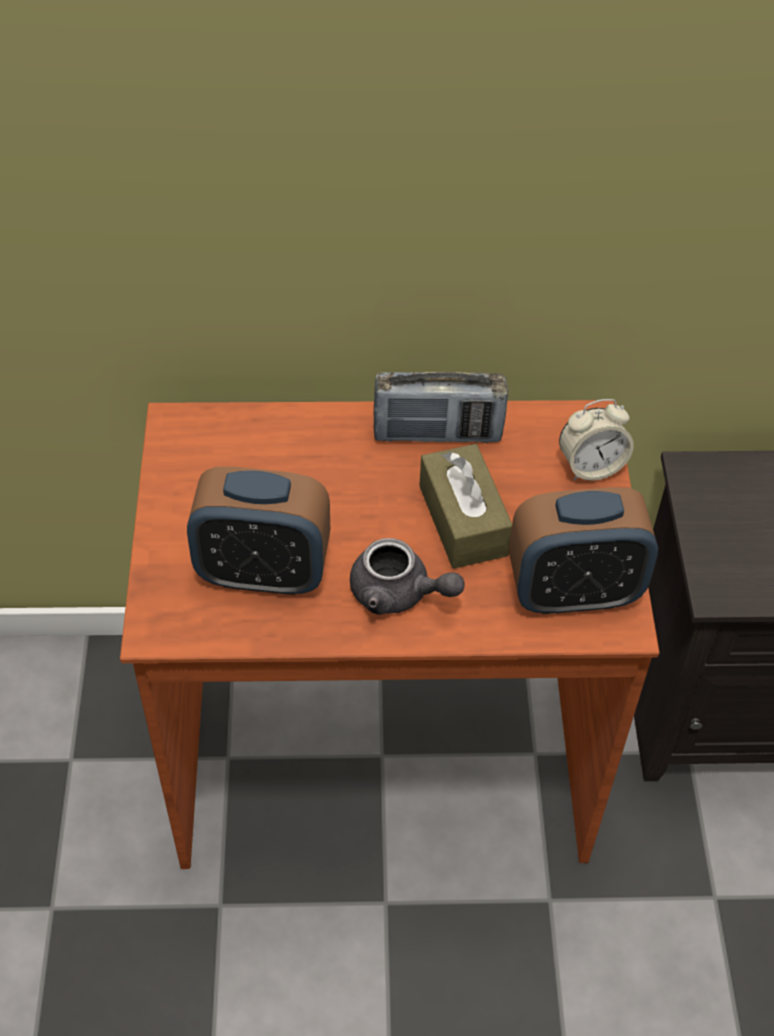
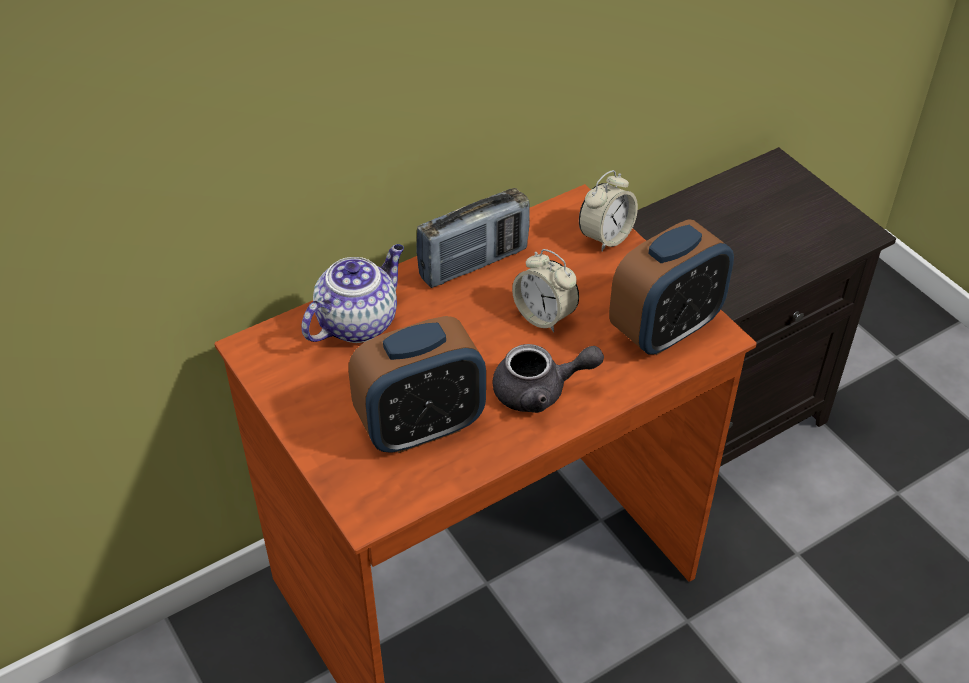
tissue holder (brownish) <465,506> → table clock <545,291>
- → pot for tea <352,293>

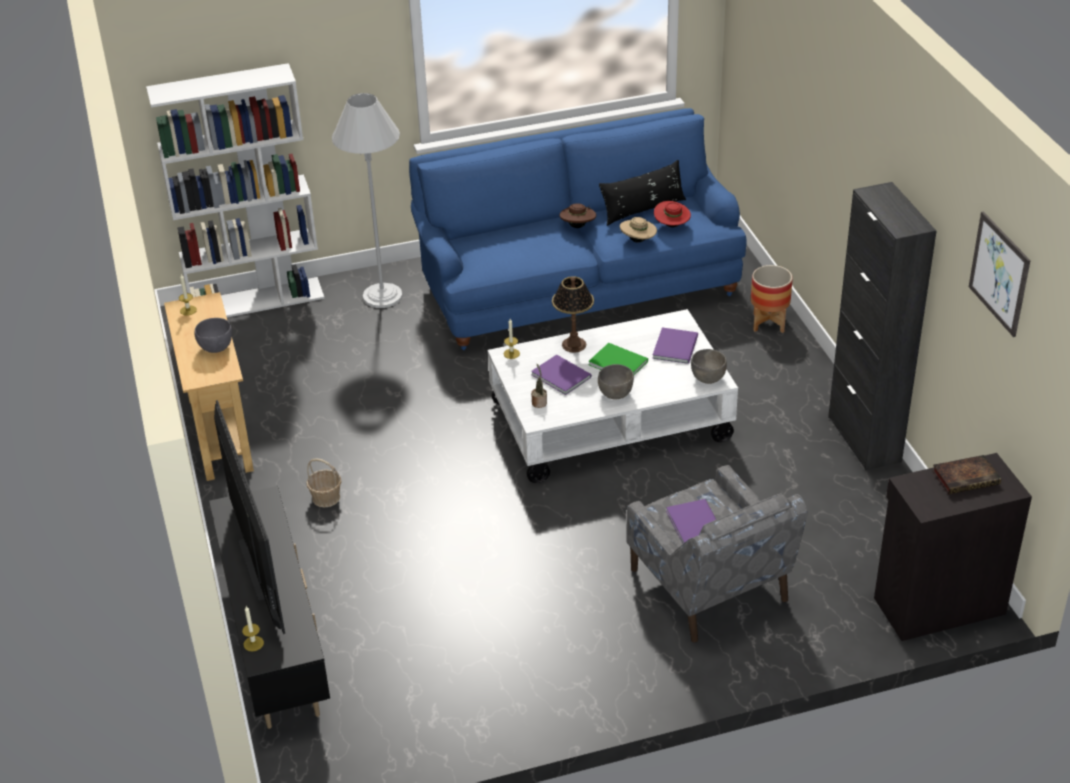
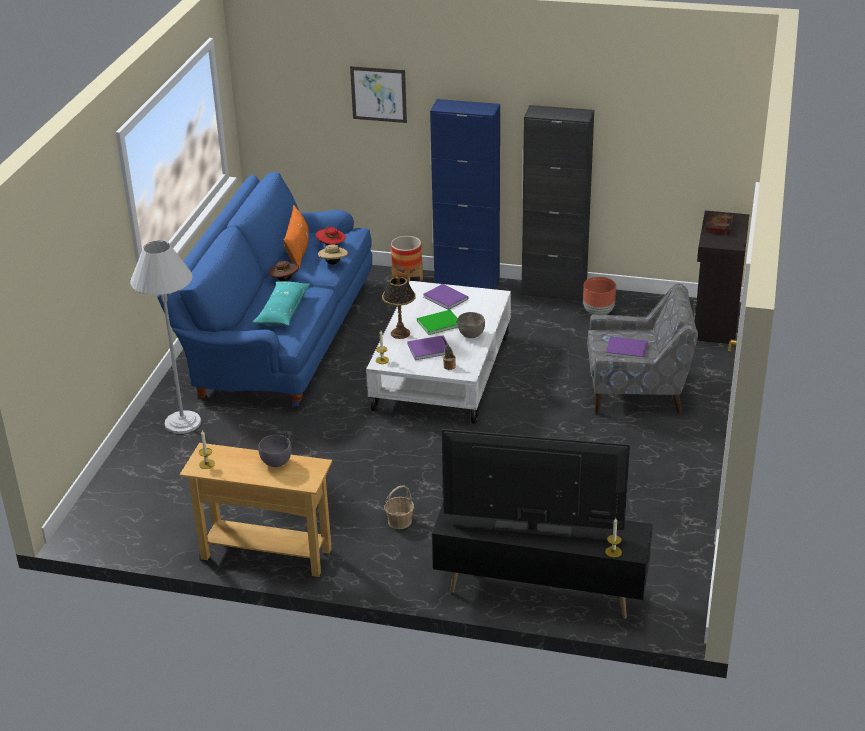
bookshelf (white) <235,190> → -
pillow (blackish) <642,193> → pillow (orange) <296,237>
deep dish (greyish) <709,366> → -
picture <1000,274> → picture <378,94>, relocated
- → pillow (turquoise) <281,303>
- → cabinet (blue-coloured) <465,194>
- → flower pot (brownish) <599,296>

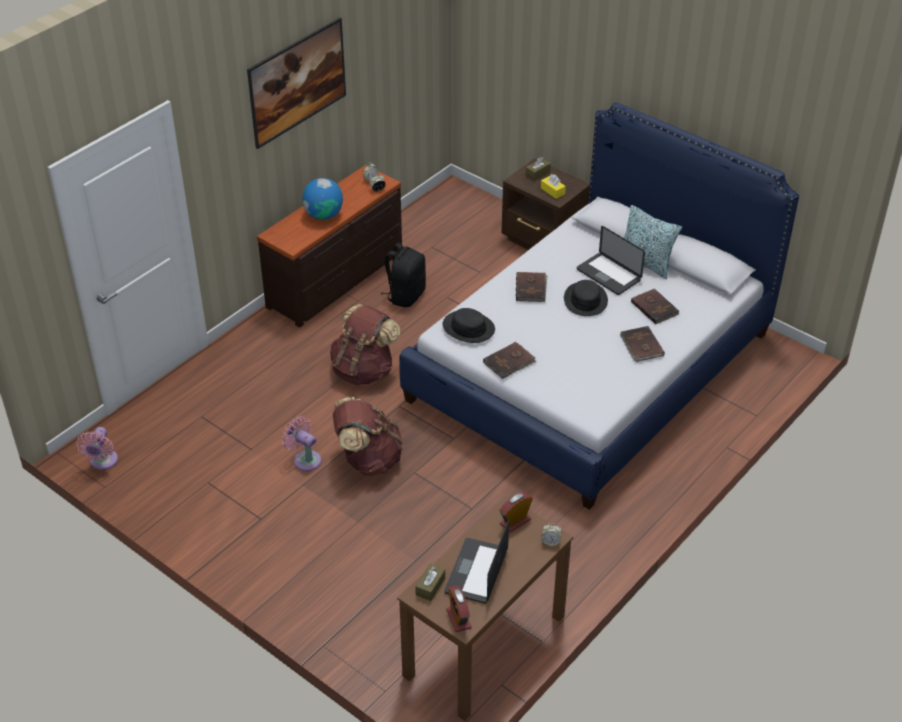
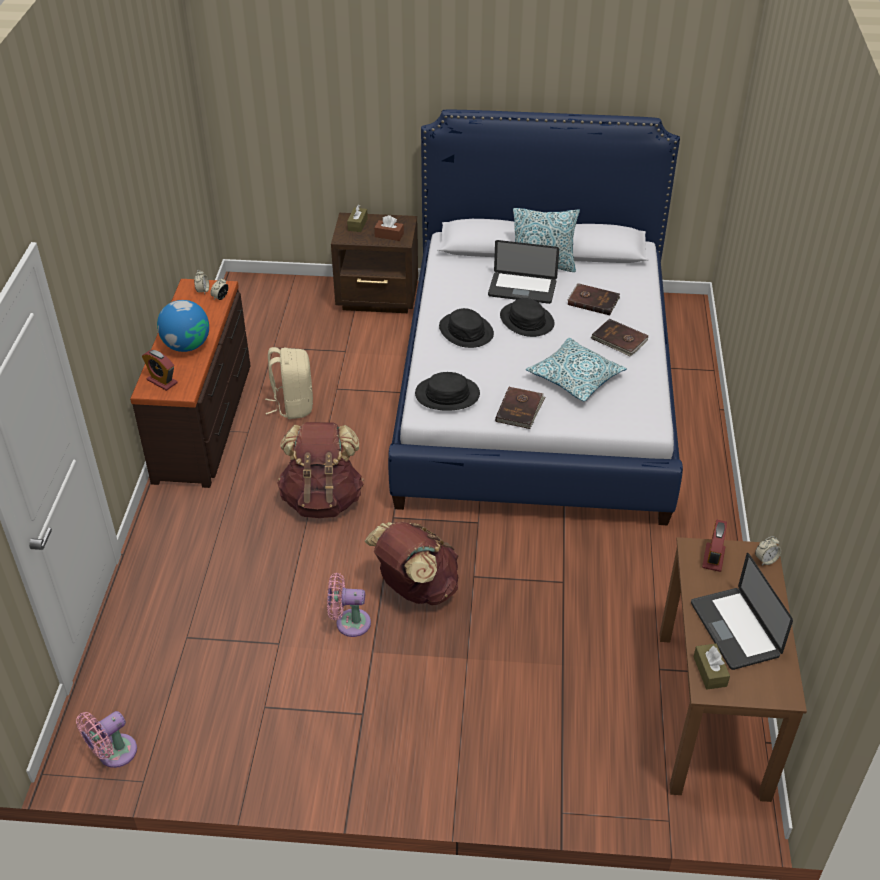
fan (pink) <97,448> → fan (pink) <106,739>, 75 degrees clockwise
picture <296,83> → -
backpack (blackish) <403,275> → backpack (beige-coloured) <289,383>
table clock <459,608> → table clock <160,370>, relocated
volume (brownish) <531,287> → clothing hat (blackish) <466,328>
tissue holder (yellow) <553,186> → tissue holder (brownish) <389,228>
- → pillow <576,369>

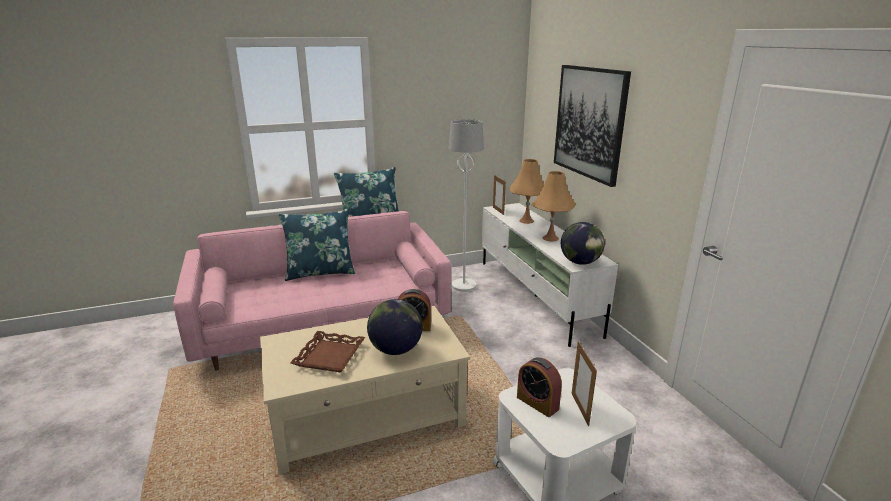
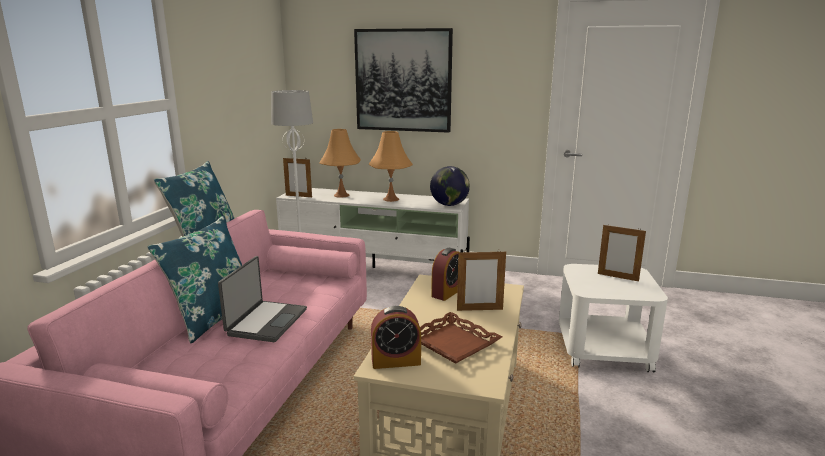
globe <395,327> → photo frame <481,280>
table clock <539,387> → table clock <396,337>, relocated
- → notebook computer <262,299>

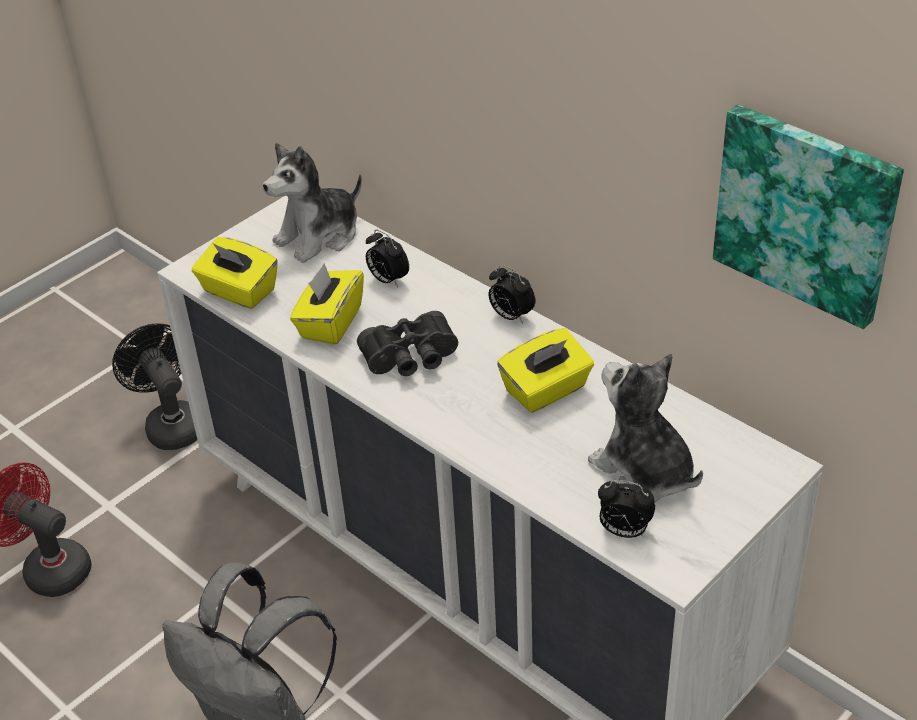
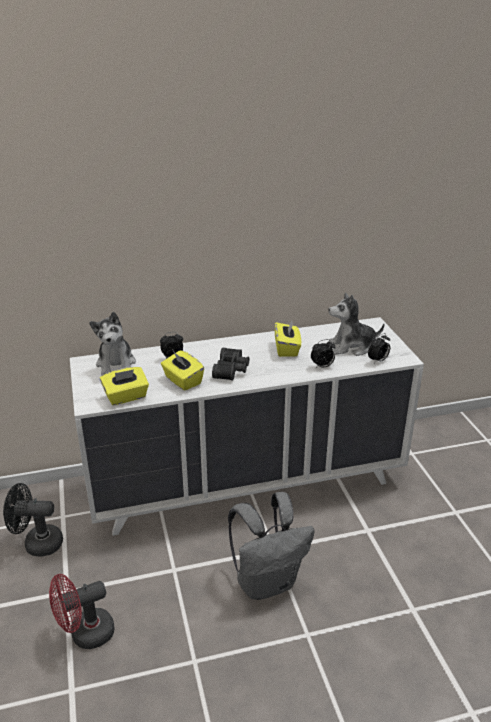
table clock <512,294> → table clock <323,353>, relocated
picture <808,216> → -

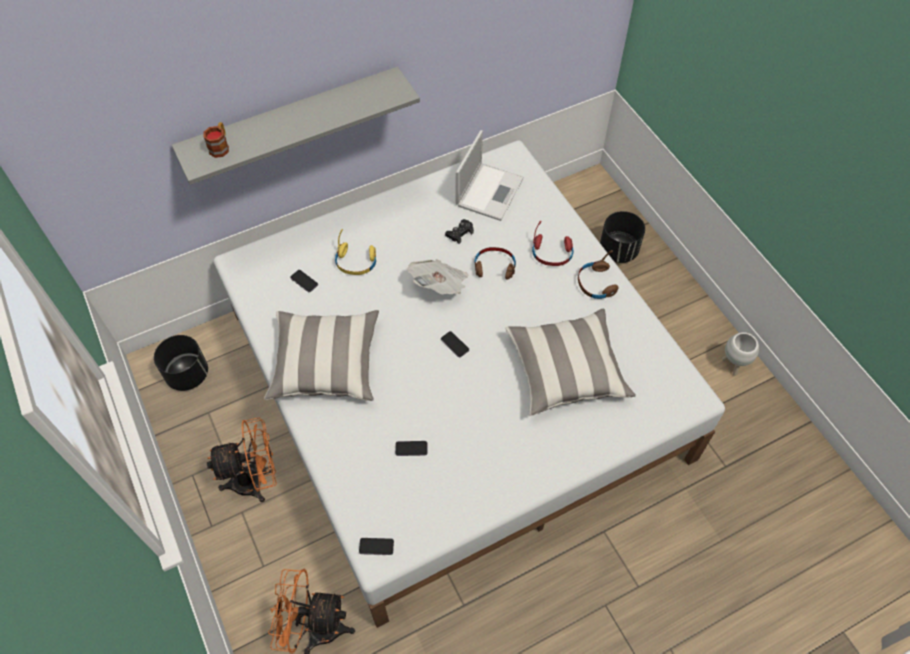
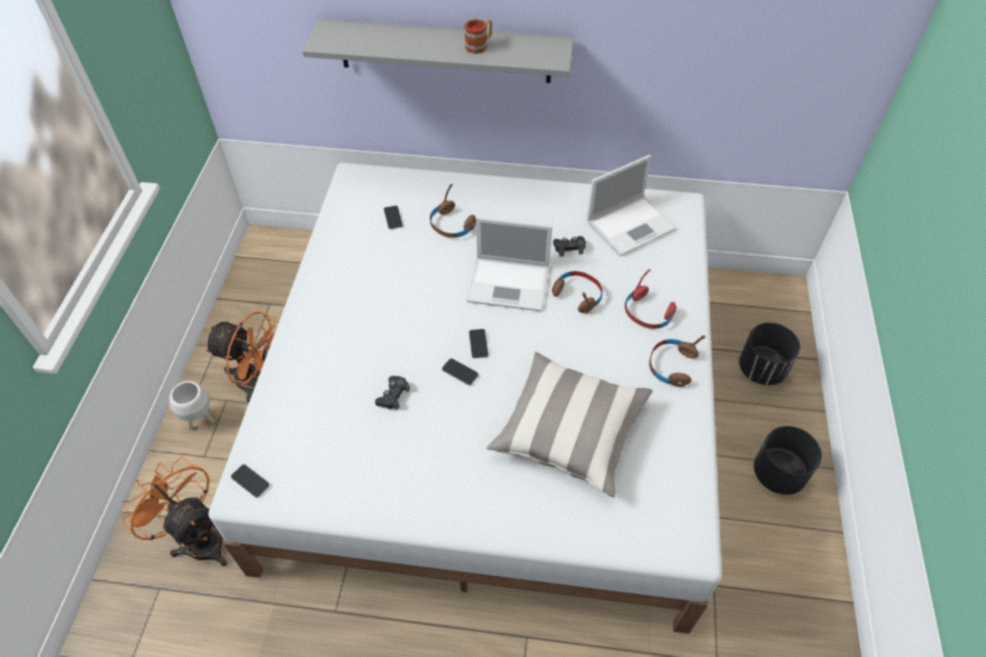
flower pot (blackish) <181,363> → flower pot (blackish) <788,460>, relocated
tea mug <216,140> → tea mug <478,36>, relocated
pillow <321,355> → -
headphones (yellow) <355,252> → headphones (brownish) <453,211>
phone <411,448> → phone <460,371>, relocated
newspaper <438,276> → notebook computer <509,264>
flower pot (white) <740,353> → flower pot (white) <192,405>, relocated
- → joypad (blackish) <392,393>

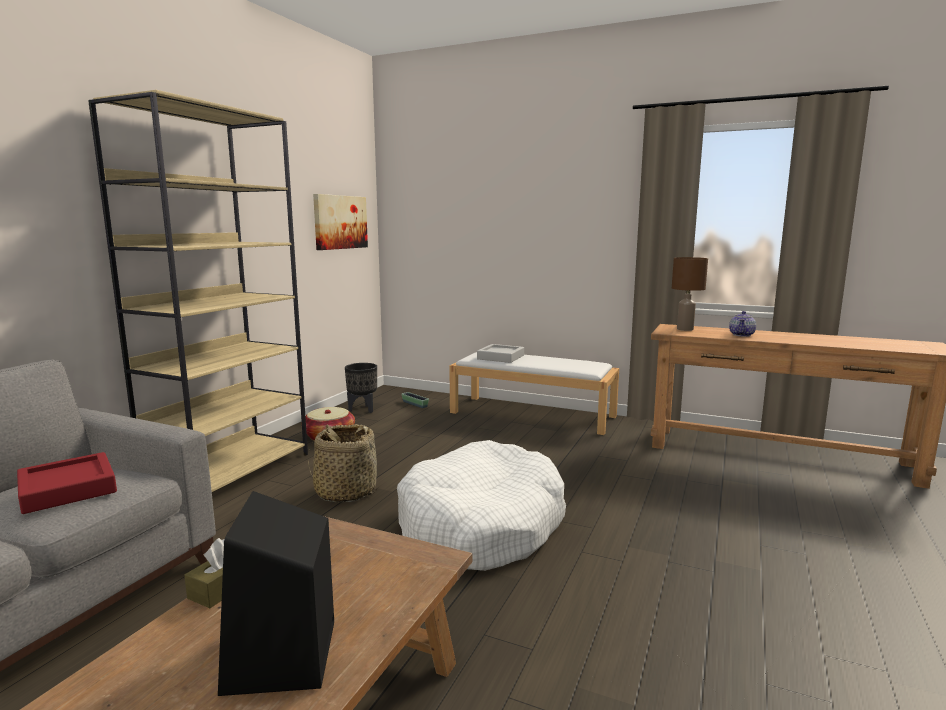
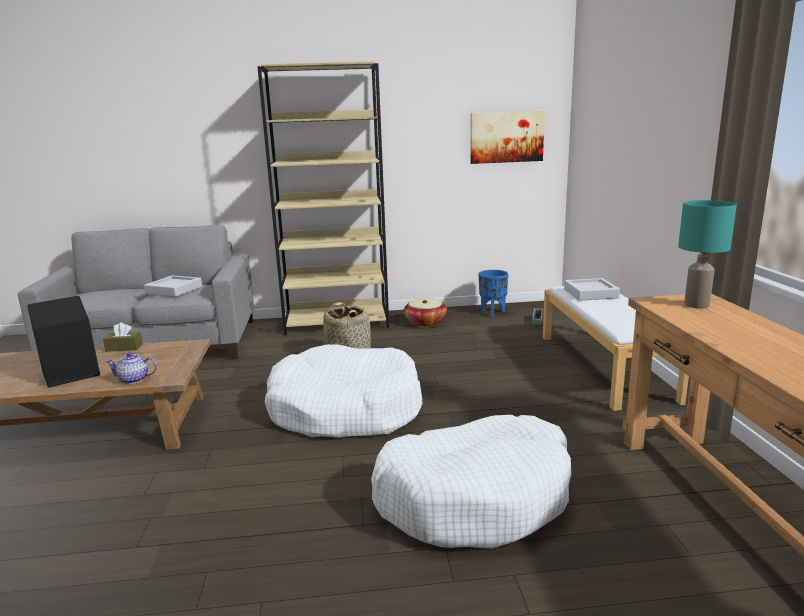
tray (red-coloured) <67,483> → tray (greyish) <173,286>
flower pot (blackish) <361,388> → flower pot (blue-coloured) <493,293>
lamp for a table (brownish) <690,294> → lamp for a table (turquoise) <707,254>
pot for tea <742,324> → pot for tea <131,368>, relocated
- → pet bed (white) <471,482>

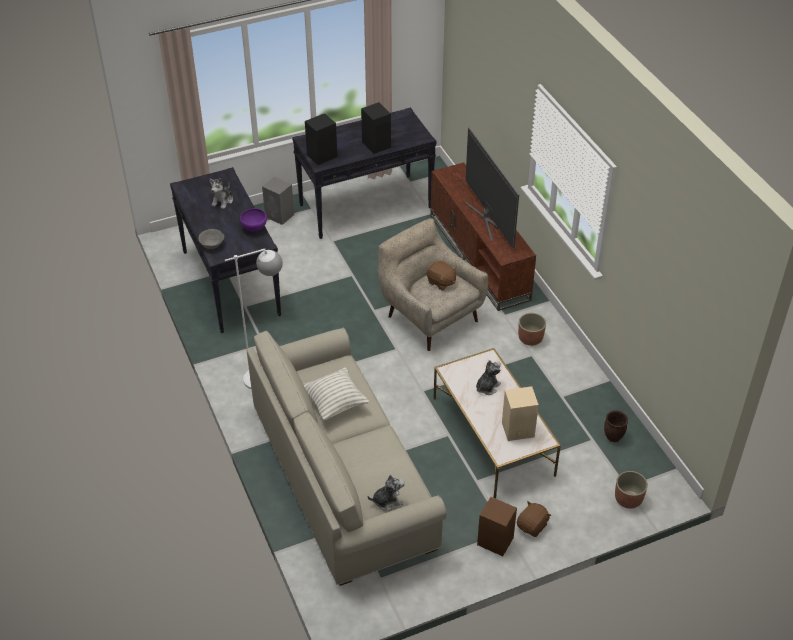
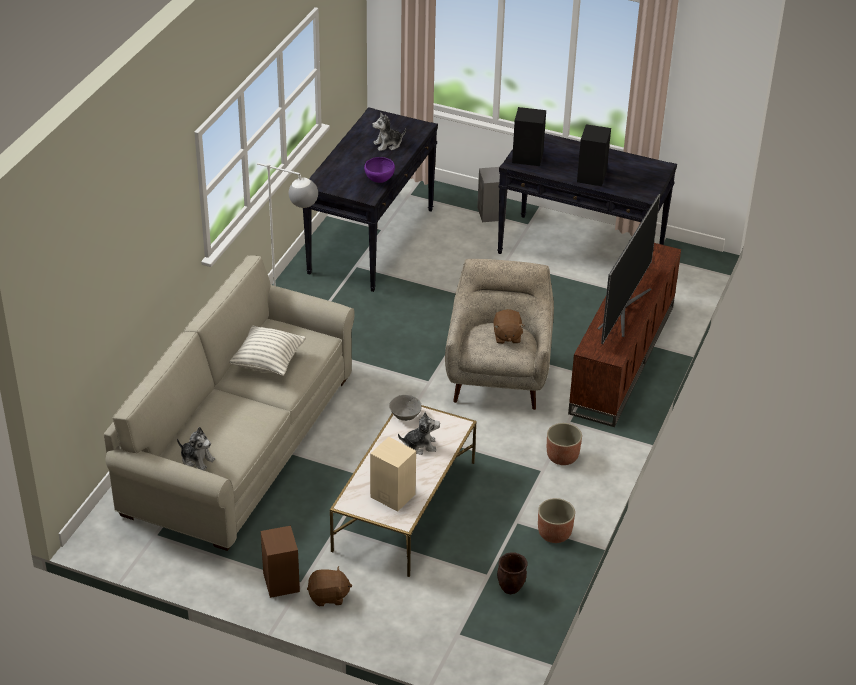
deep dish (greyish) <211,239> → deep dish (greyish) <405,408>, relocated
flower pot <631,490> → flower pot <556,520>, relocated

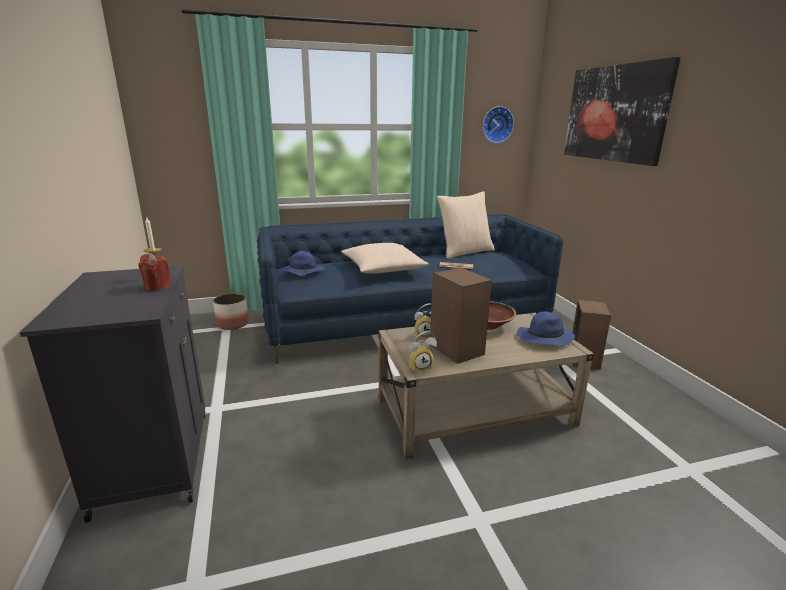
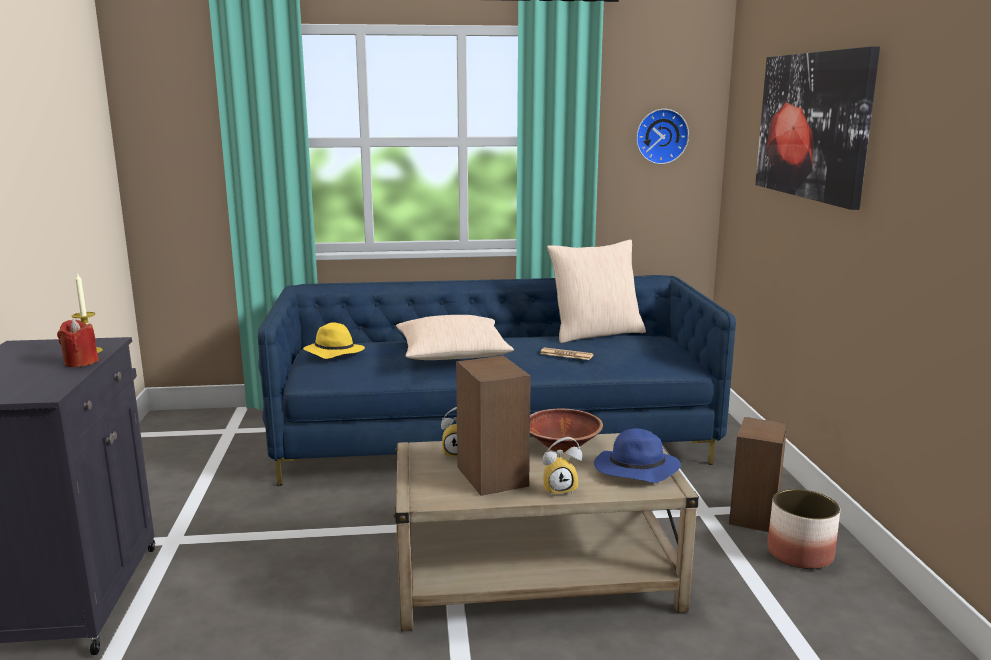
flower pot <231,311> → flower pot <803,529>, relocated
clothing hat (blue-coloured) <303,263> → clothing hat (yellow) <334,340>
table clock <423,352> → table clock <562,466>, relocated

